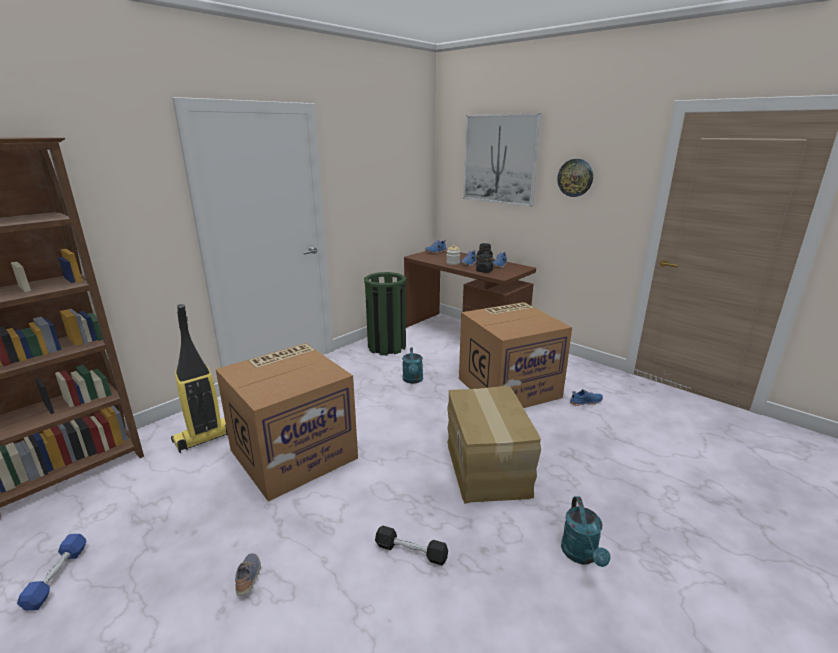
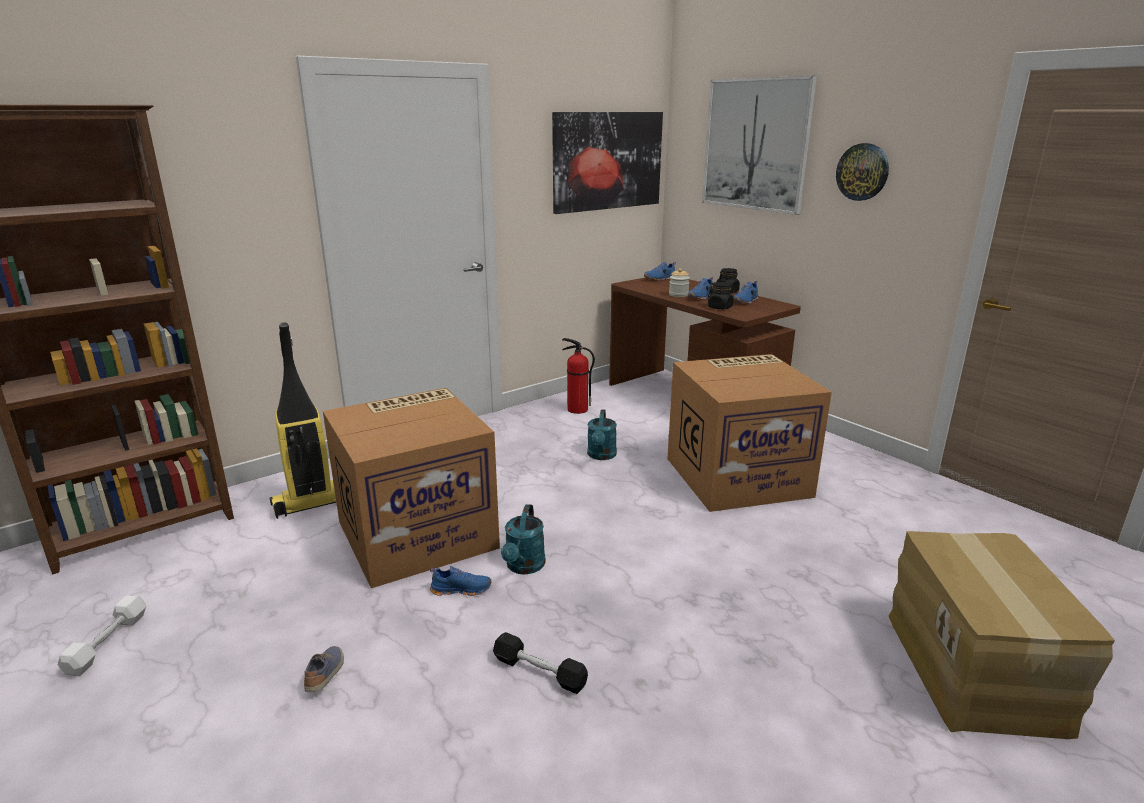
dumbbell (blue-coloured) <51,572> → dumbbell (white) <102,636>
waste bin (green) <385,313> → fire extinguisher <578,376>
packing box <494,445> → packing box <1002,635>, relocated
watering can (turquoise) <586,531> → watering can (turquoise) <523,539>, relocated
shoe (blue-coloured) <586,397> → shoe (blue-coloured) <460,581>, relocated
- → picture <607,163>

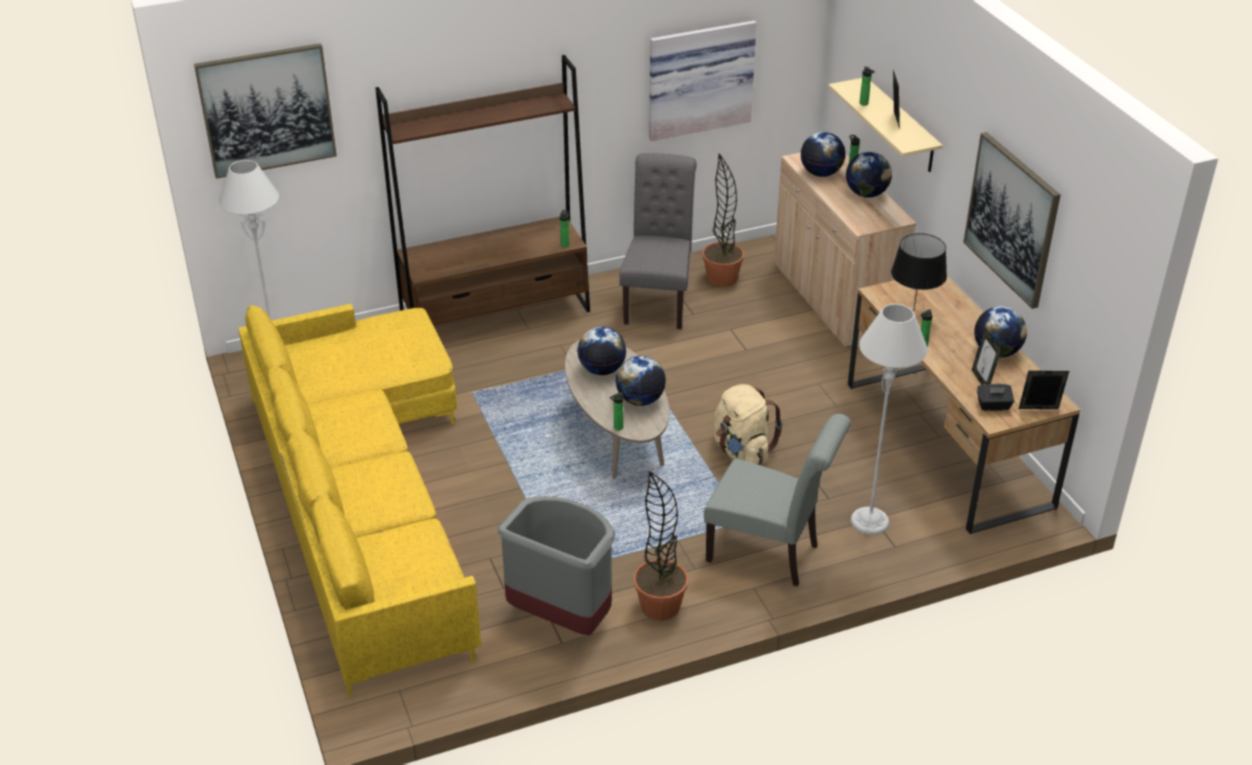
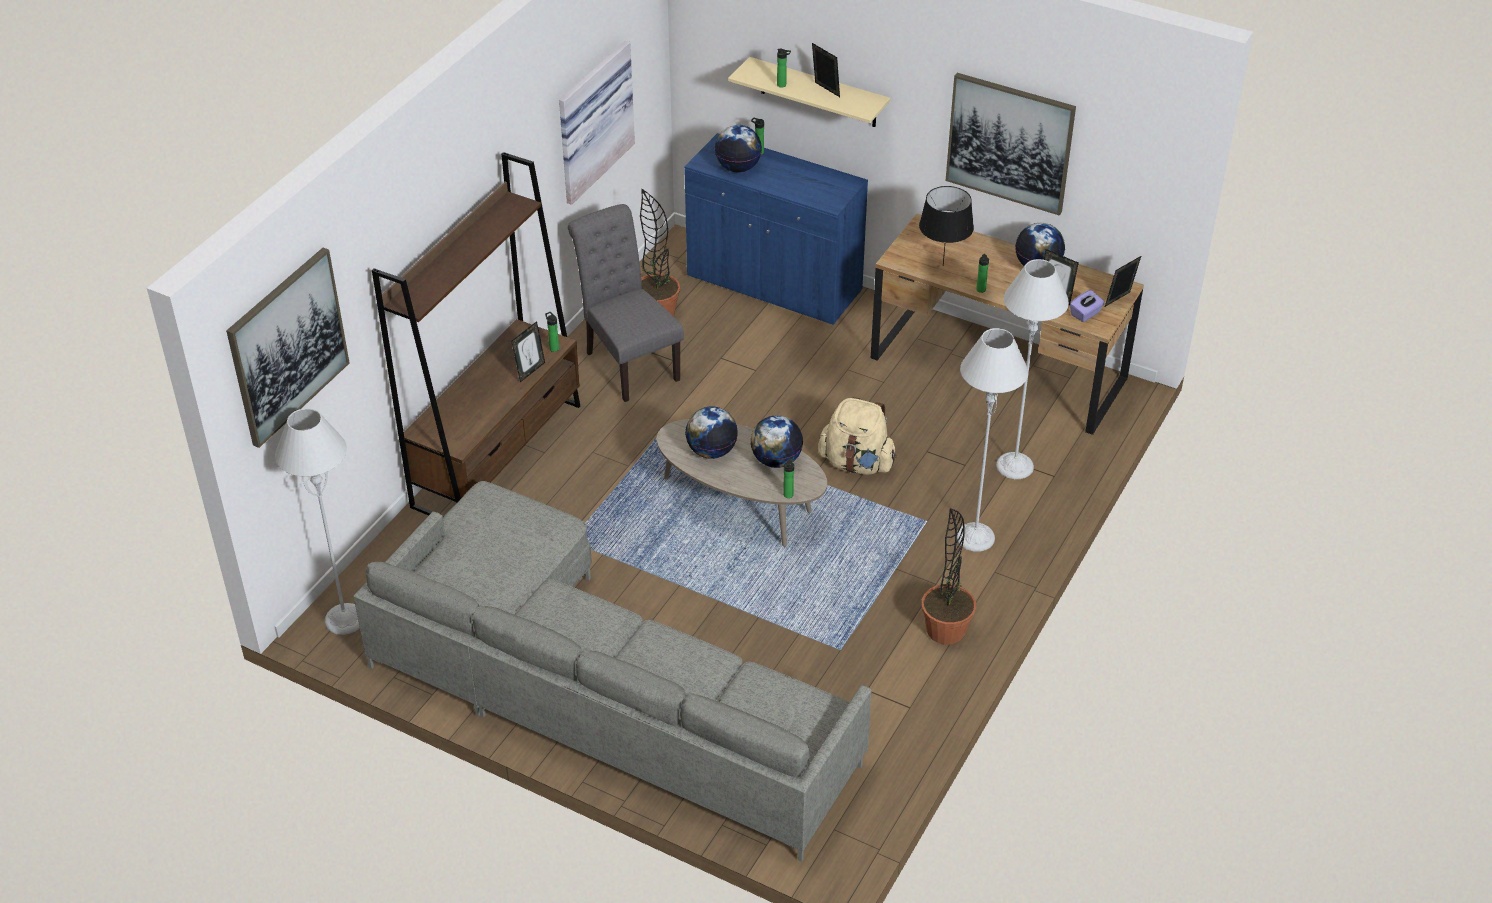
settee (yellow) <359,500> → settee (greyish) <612,671>
waste bin (greyish) <556,565> → -
chair (greyish) <777,500> → floor lamp (greyish) <992,439>
cabinet (beige-coloured) <845,250> → cabinet (blue-coloured) <776,229>
globe <869,175> → -
tissue holder (blackish) <995,397> → tissue holder (purple) <1087,306>
- → photo frame <528,351>

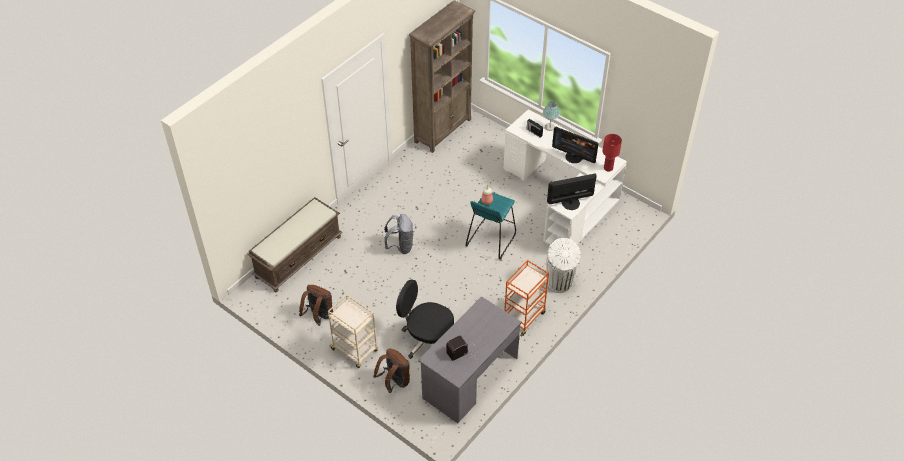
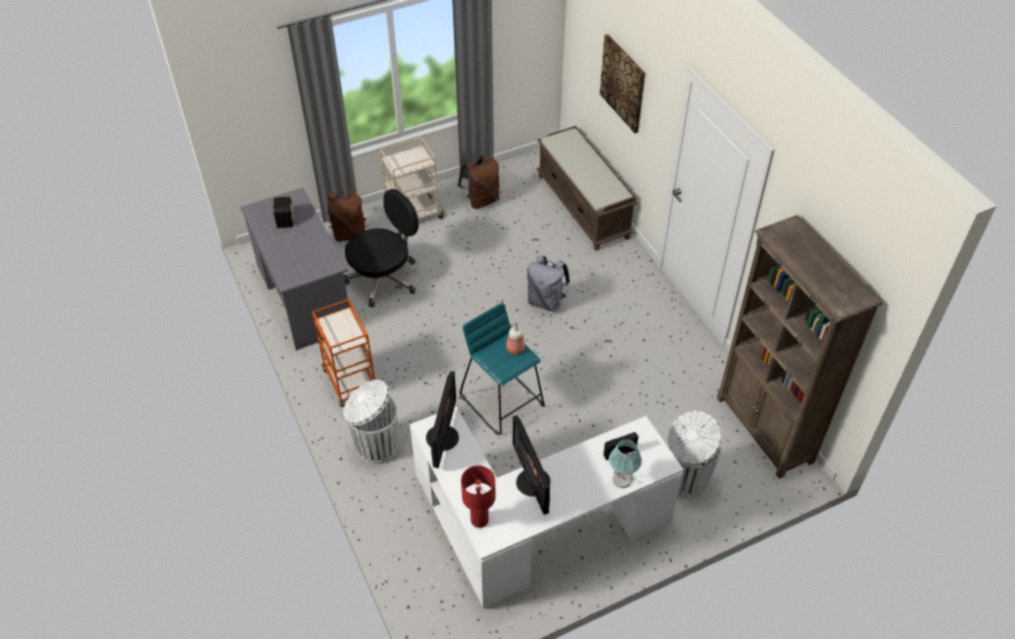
computer display <575,144> → computer display <531,465>, 75 degrees counterclockwise
- → picture <623,83>
- → waste bin (white) <695,454>

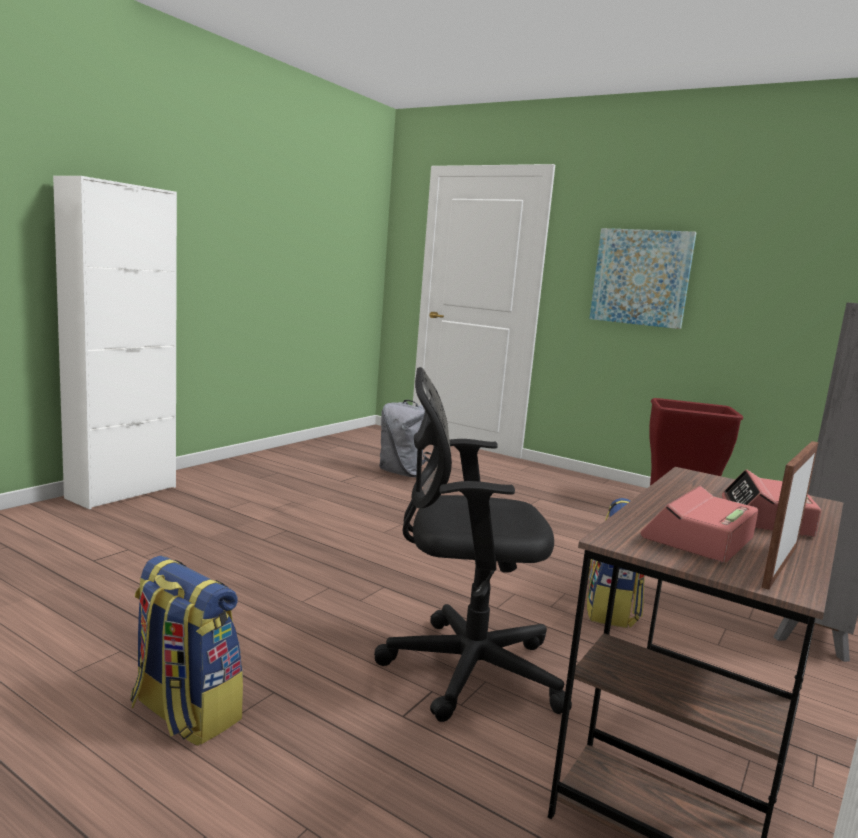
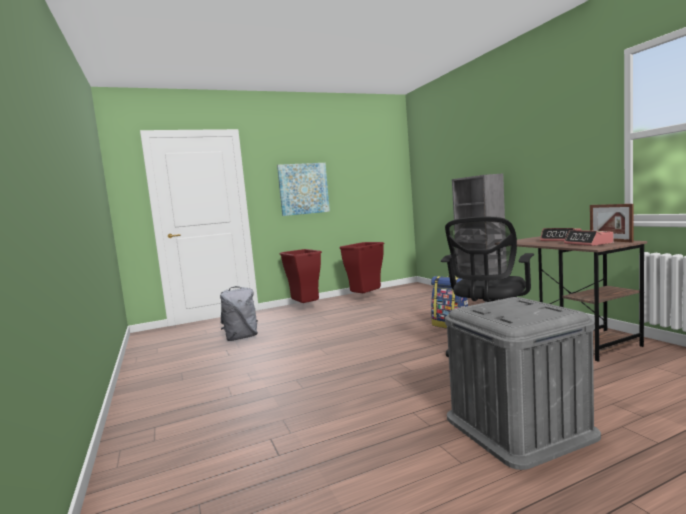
cabinet (white) <115,342> → -
backpack <186,651> → storage box (greyish) <523,383>
- → waste bin (red-coloured) <301,276>

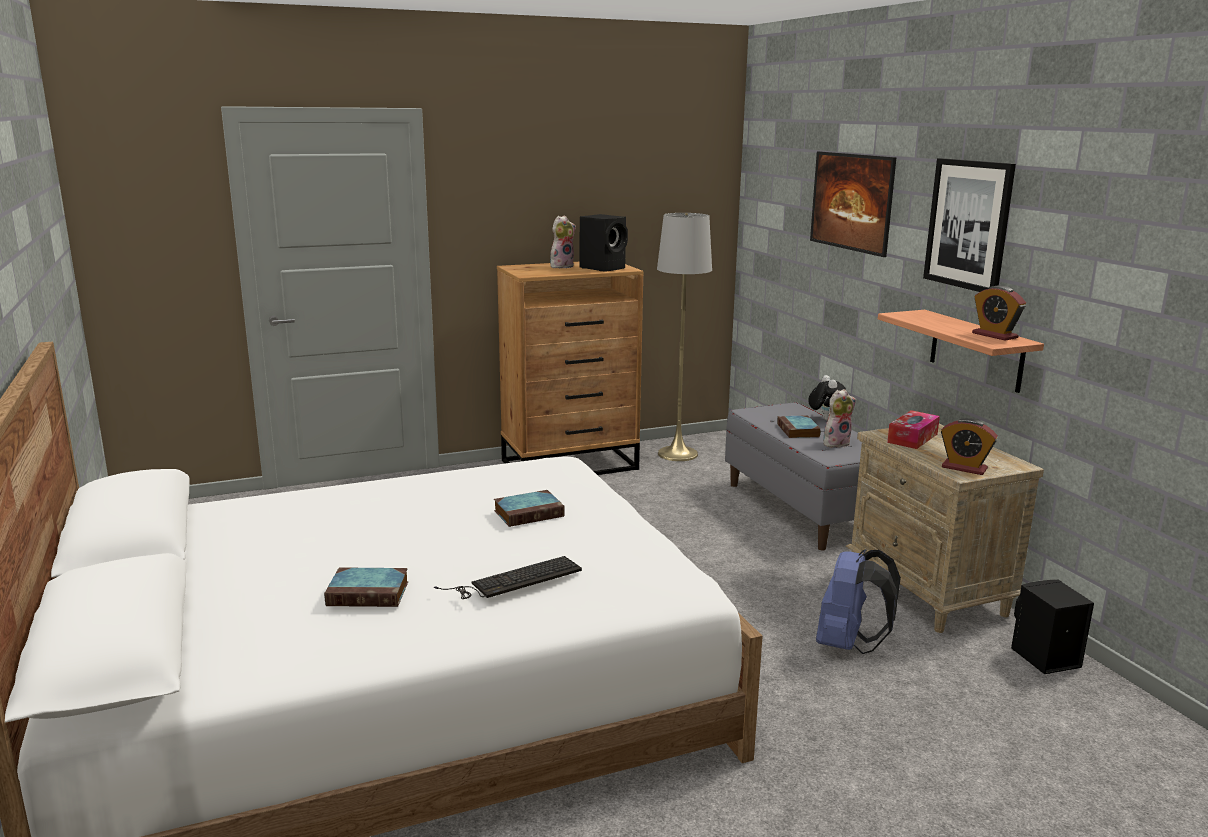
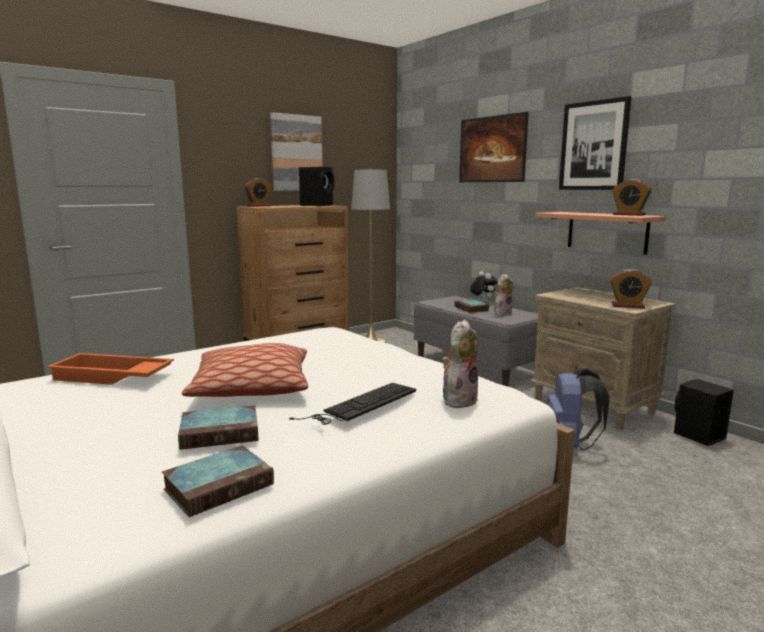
volume <529,508> → volume <218,481>, relocated
cuddly toy <563,242> → cuddly toy <460,364>, relocated
tissue holder <913,429> → -
- → tray (orange) <110,369>
- → pillow <245,370>
- → table clock <258,192>
- → picture <296,151>

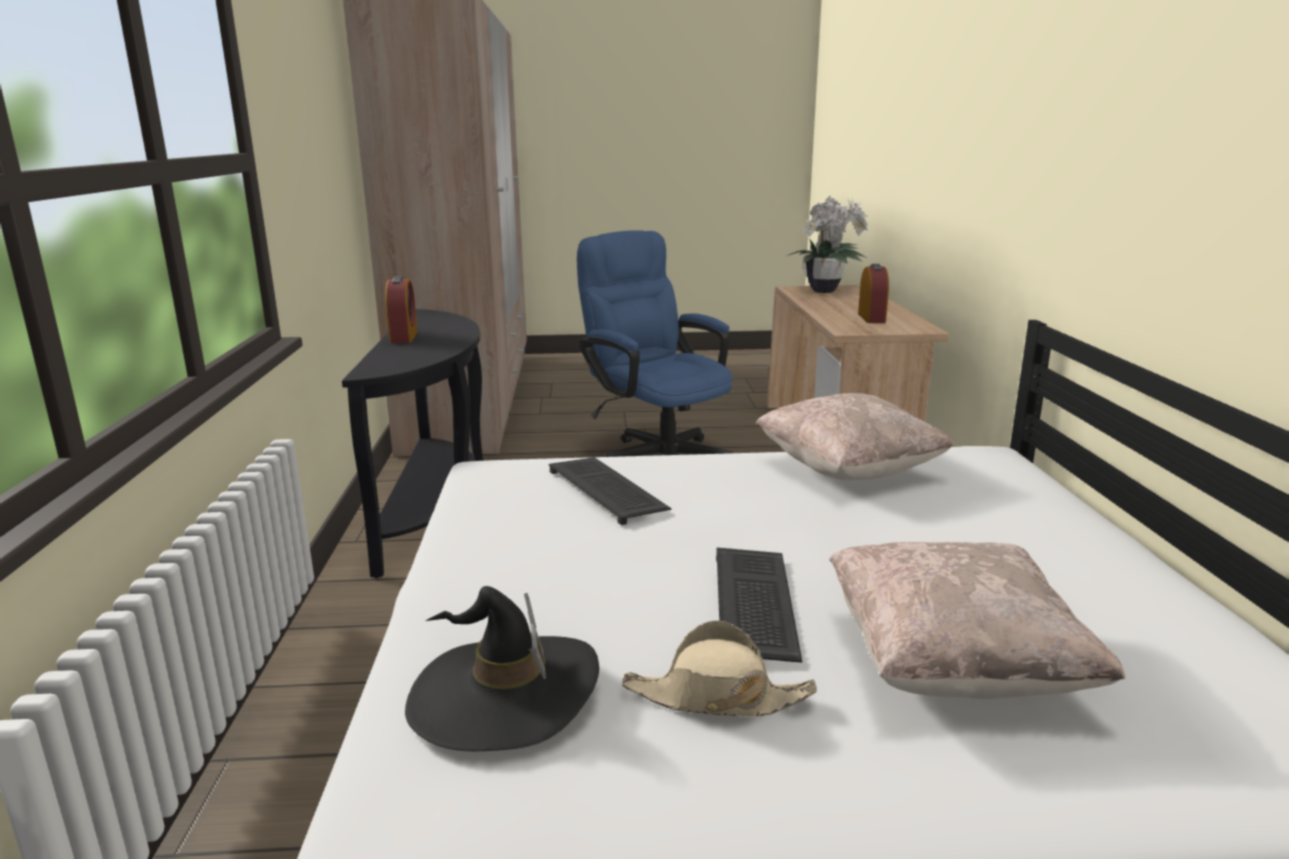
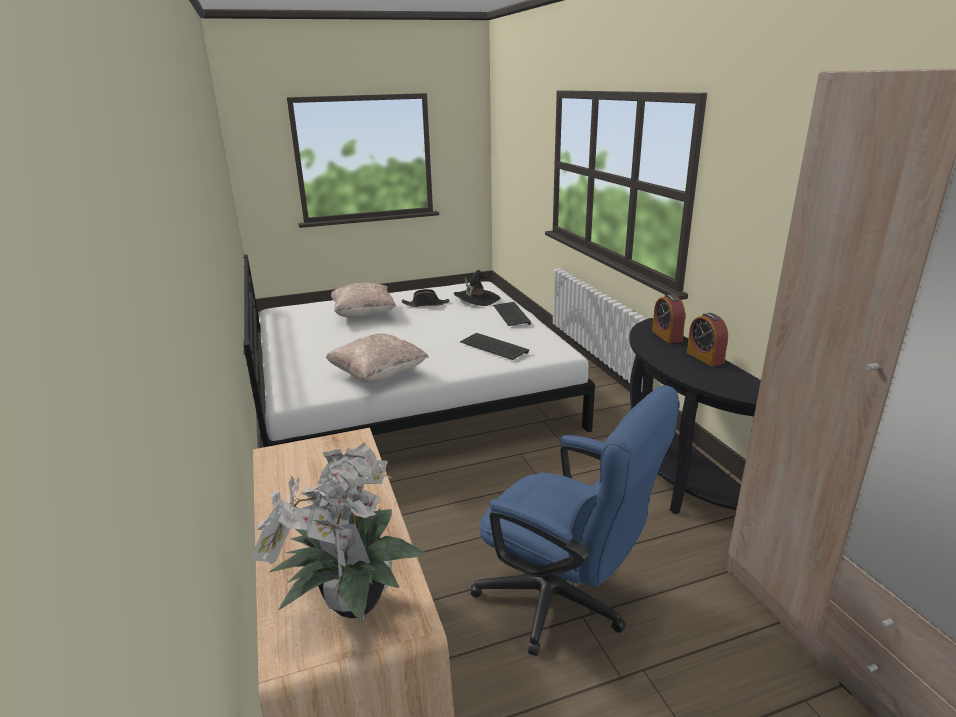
clothing hat (beige-coloured) <719,669> → clothing hat (blackish) <426,298>
keyboard <759,605> → keyboard <512,314>, relocated
table clock <873,293> → table clock <668,318>, relocated

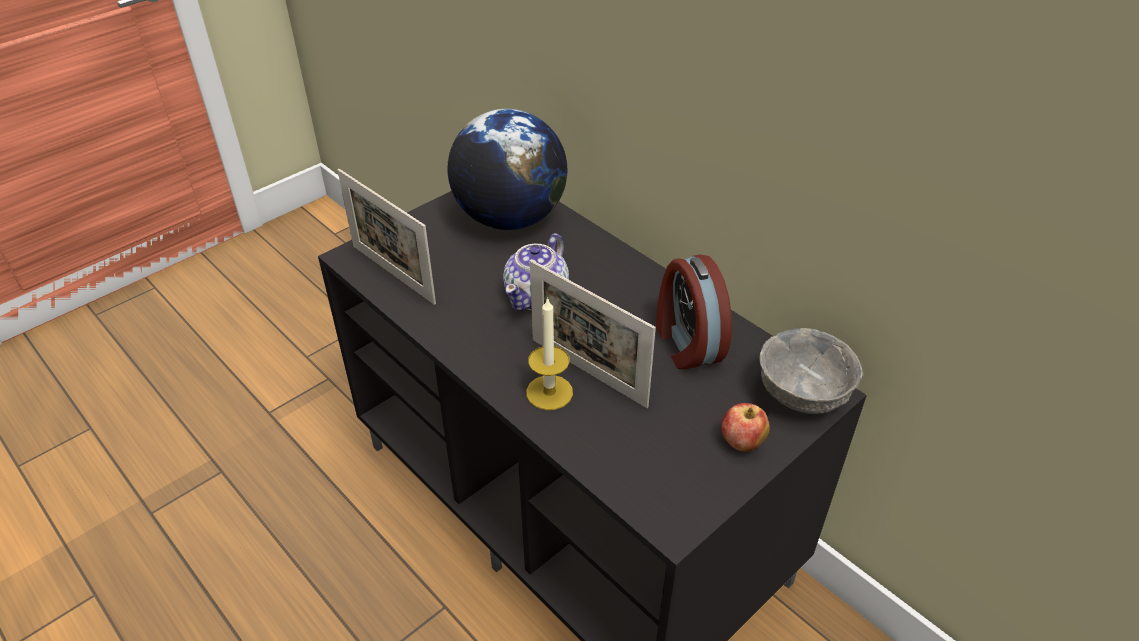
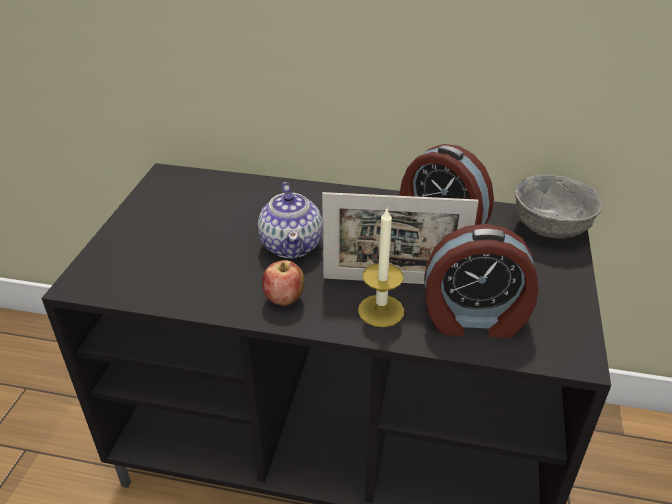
photo frame <386,237> → -
globe <507,169> → -
whole apple <745,427> → whole apple <283,283>, relocated
- → table clock <481,281>

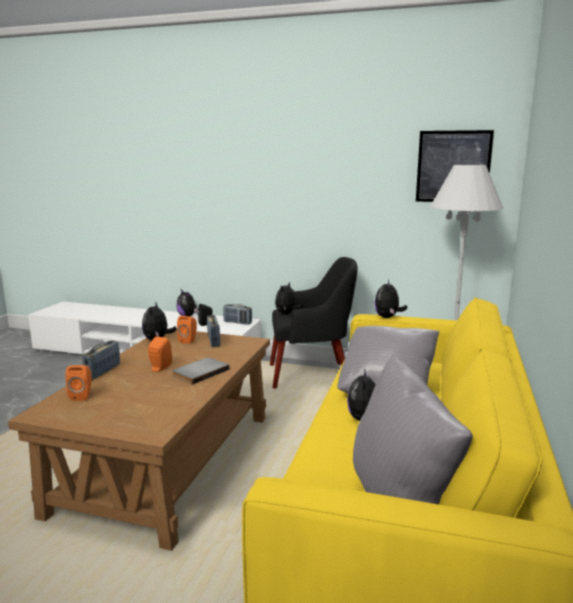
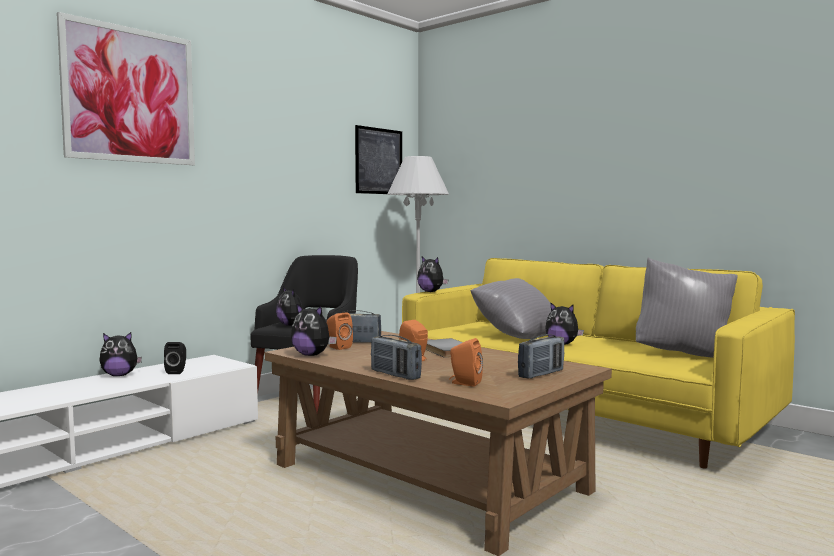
radio receiver <237,314> → radio receiver <541,356>, relocated
- → picture <126,88>

